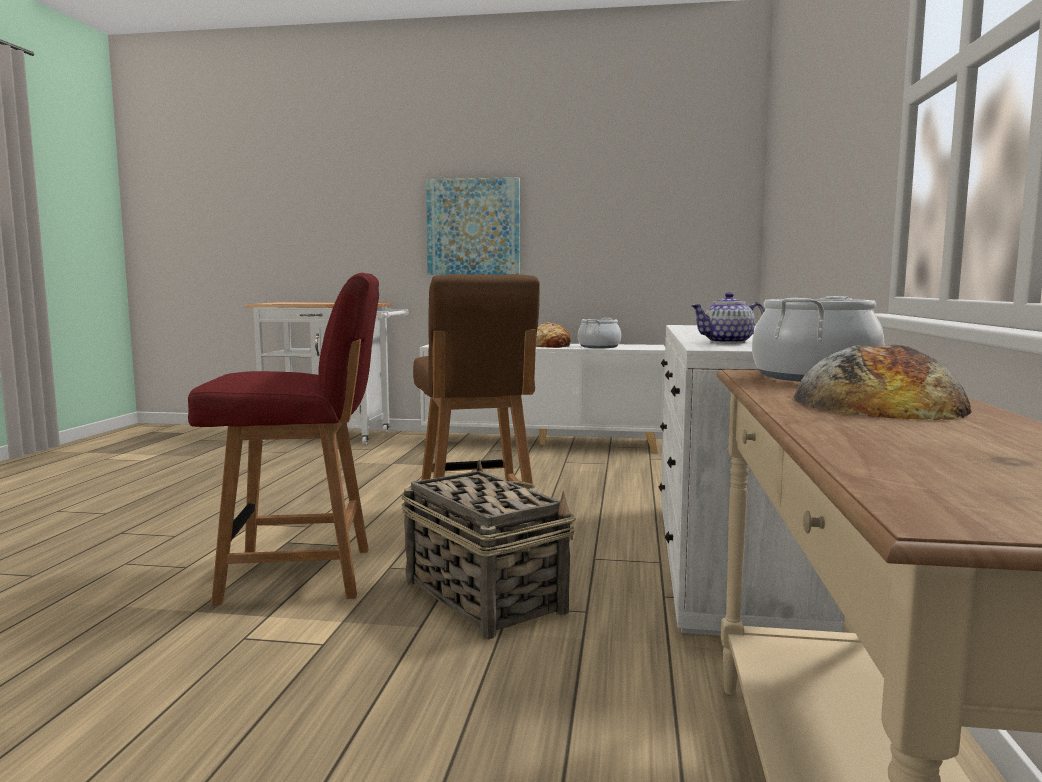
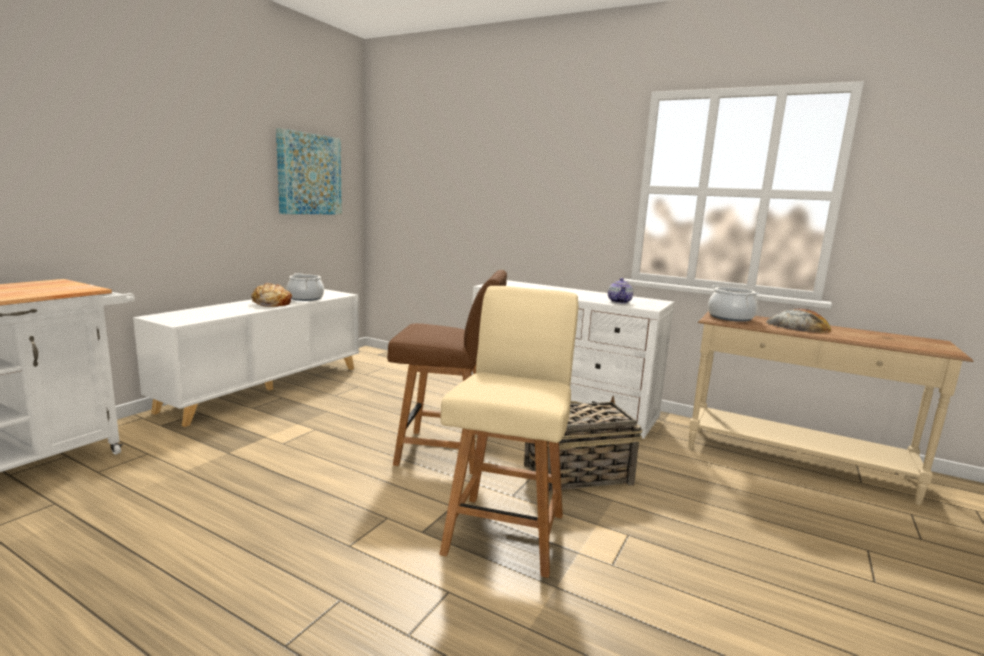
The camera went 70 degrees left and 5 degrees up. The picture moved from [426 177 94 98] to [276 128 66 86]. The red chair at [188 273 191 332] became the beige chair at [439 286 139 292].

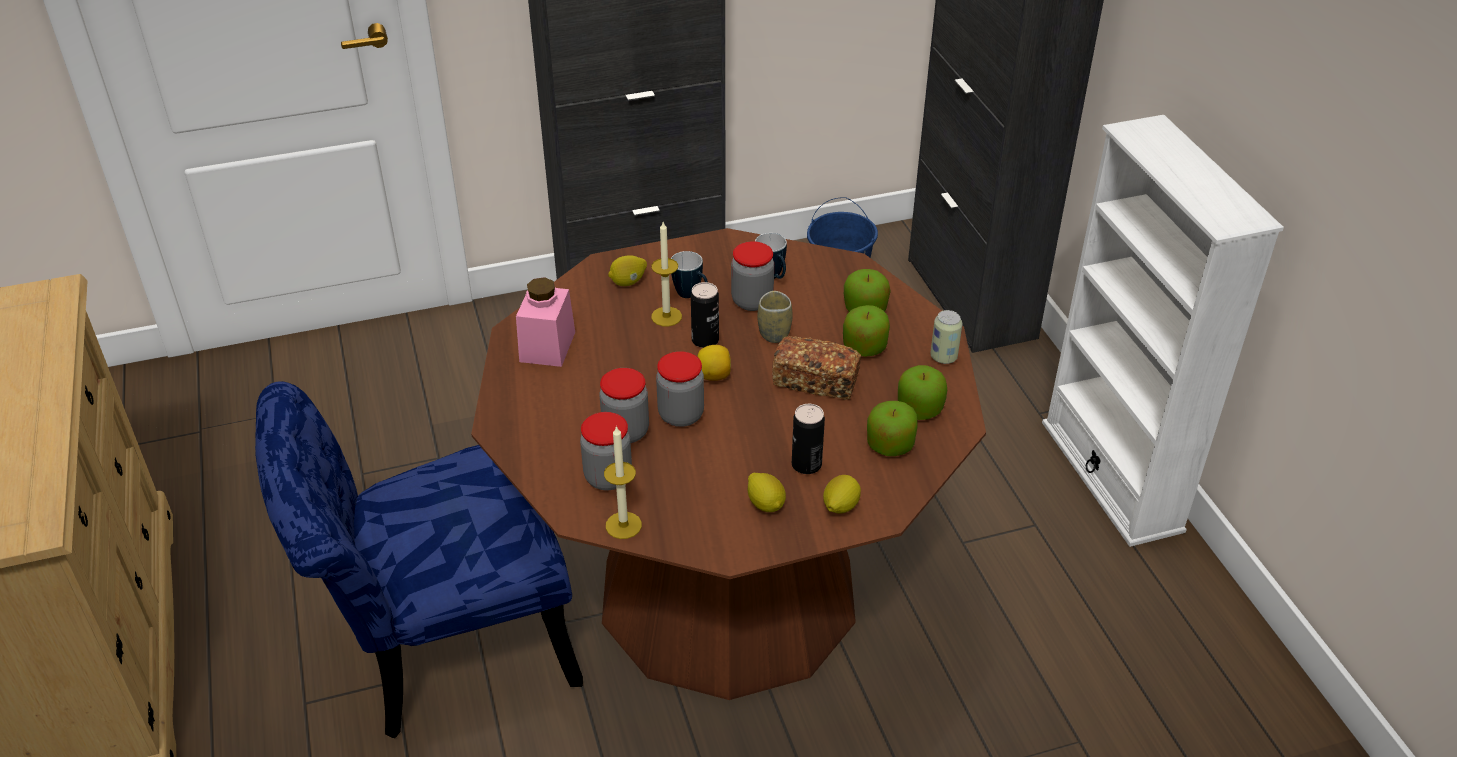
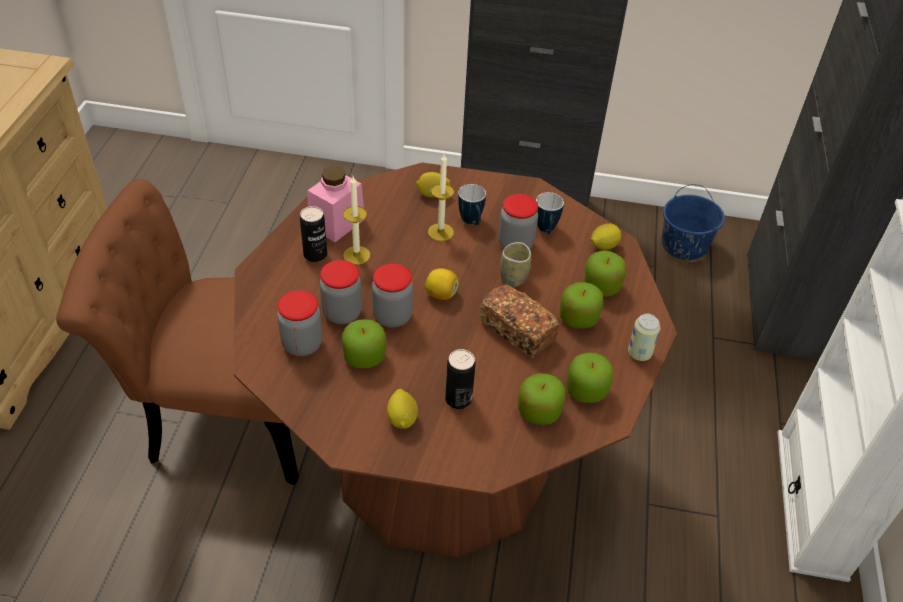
The camera went 25 degrees right and 5 degrees up. The apple at [342 319 44 49] appeared. The candle moved from [604 426 38 113] to [343 176 27 89]. The can moved from [691 282 28 66] to [300 206 27 56]. The lemon moved from [823 475 38 39] to [590 223 31 27]. The blue chair at [255 381 328 357] became the brown chair at [56 179 243 306].

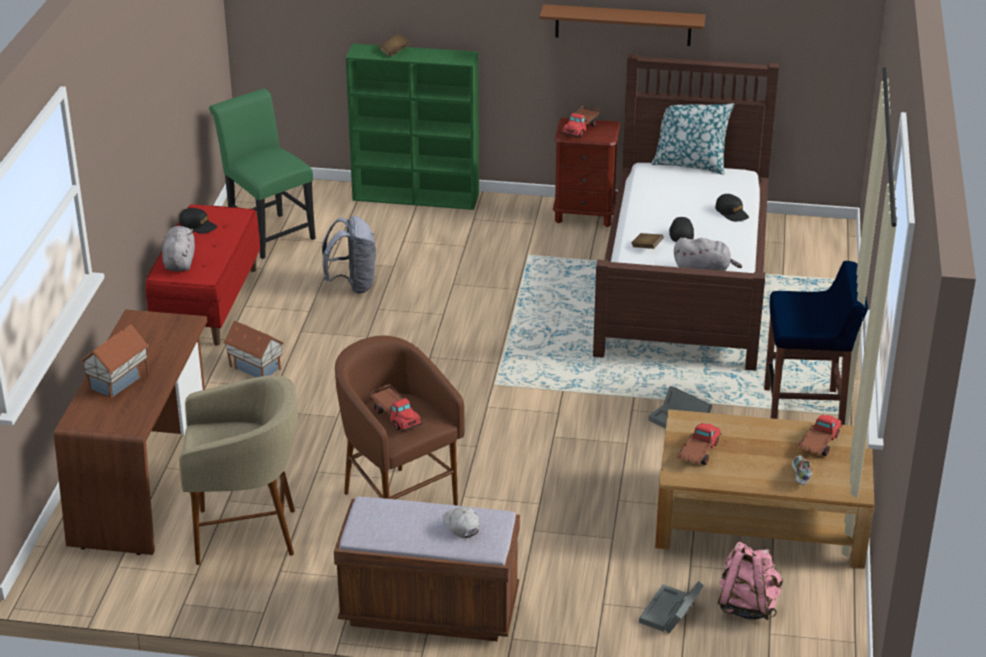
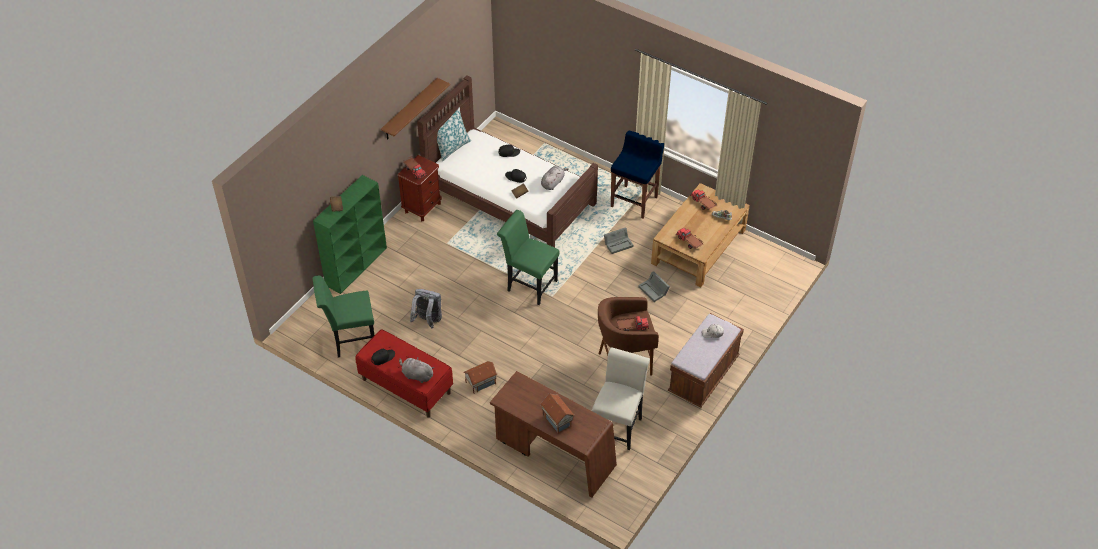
The camera went 65 degrees left and 15 degrees up. The pink backpack at [718 542 65 78] disappeared. The green chair at [497 210 62 95] appeared. The grey storage box moved from [639 581 65 52] to [638 271 32 31]. The beige stool at [179 375 119 190] was replaced by the white chair at [592 347 58 103].

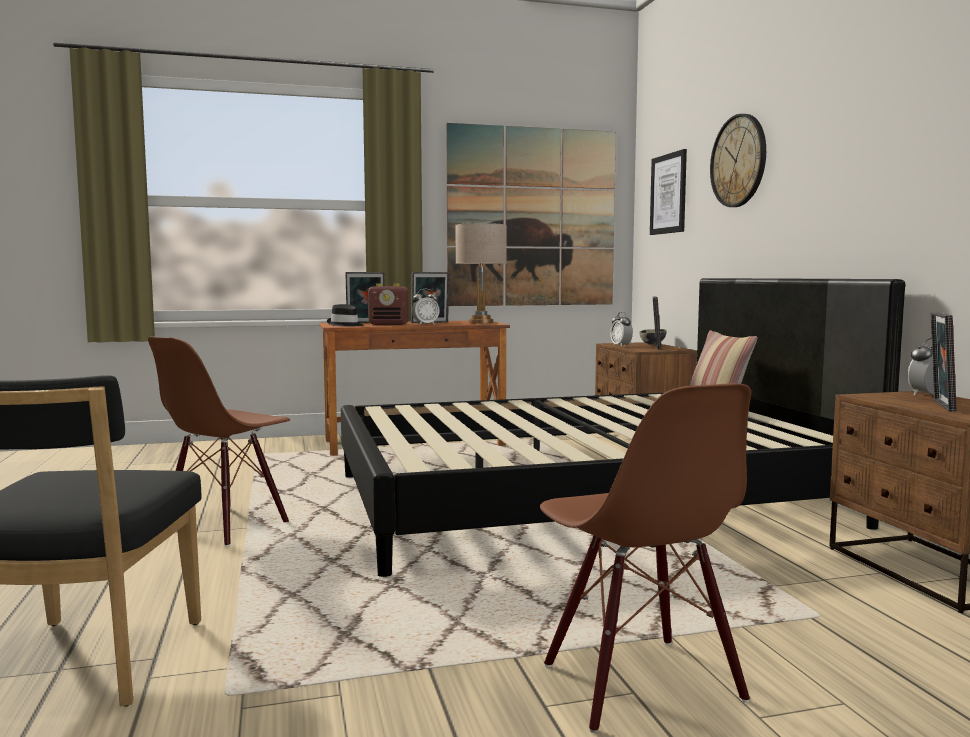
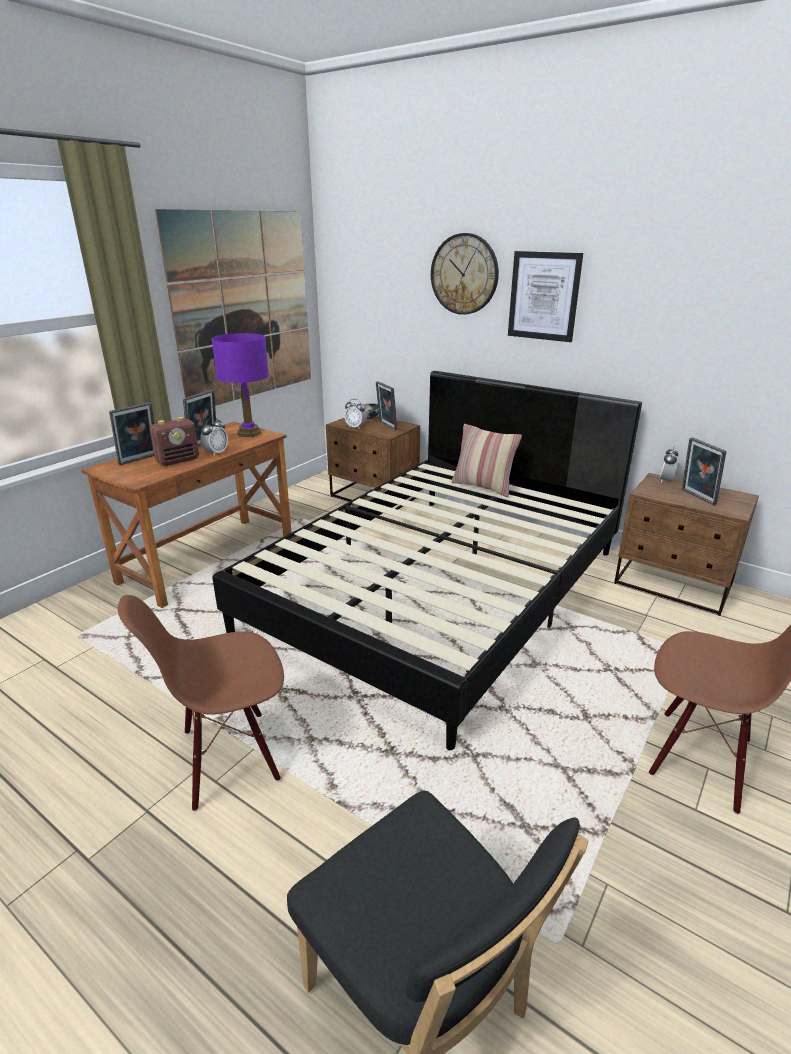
The camera went 40 degrees left and 20 degrees up. The black hat at [327 304 36 22] disappeared. The picture moved from [650 149 37 86] to [508 251 75 91]. The beige table lamp at [455 223 52 101] became the purple table lamp at [212 333 57 104]. The brown chair at [148 337 142 210] turned 75 degrees clockwise.

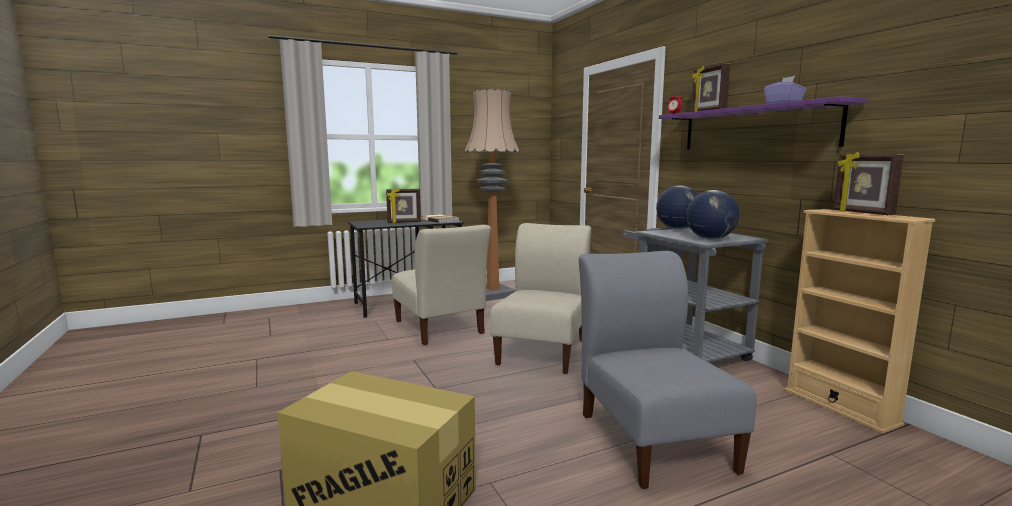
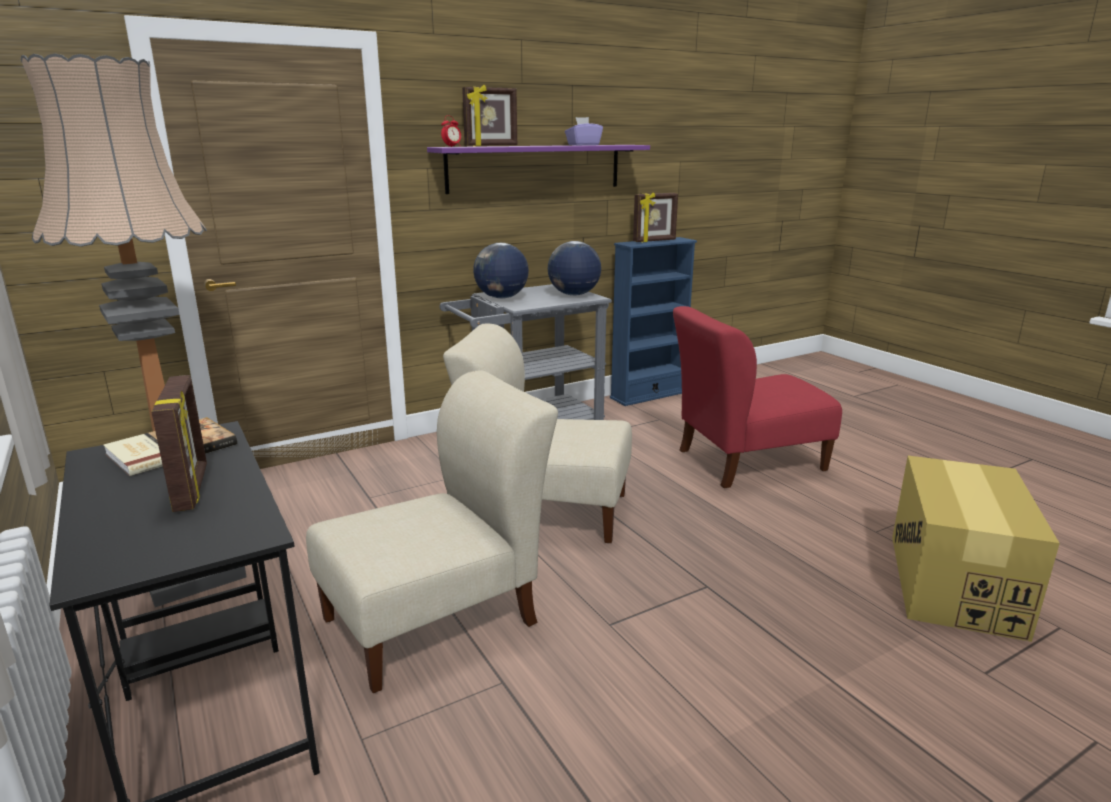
The camera went 95 degrees left and 10 degrees up. The grey chair at [579 251 178 238] became the red chair at [673 306 169 182]. The beige bookcase at [785 209 151 225] became the blue bookcase at [610 237 87 169].

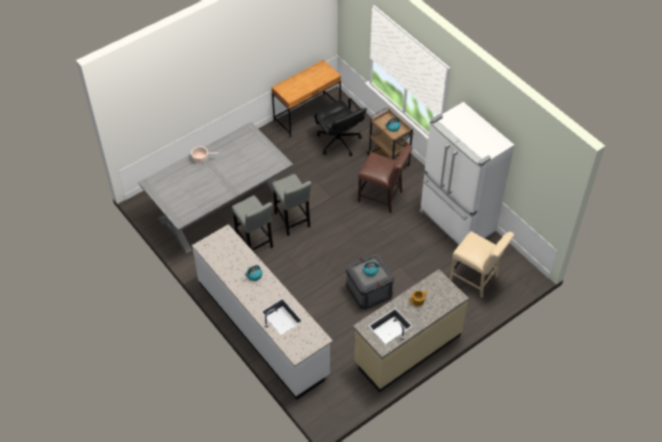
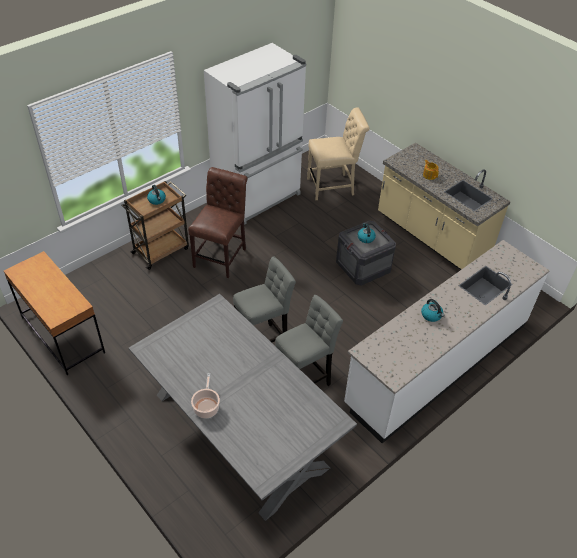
The camera went 95 degrees left and 5 degrees down. The black office chair at [311 98 56 58] disappeared. The beige chair at [449 231 65 67] turned 45 degrees clockwise.

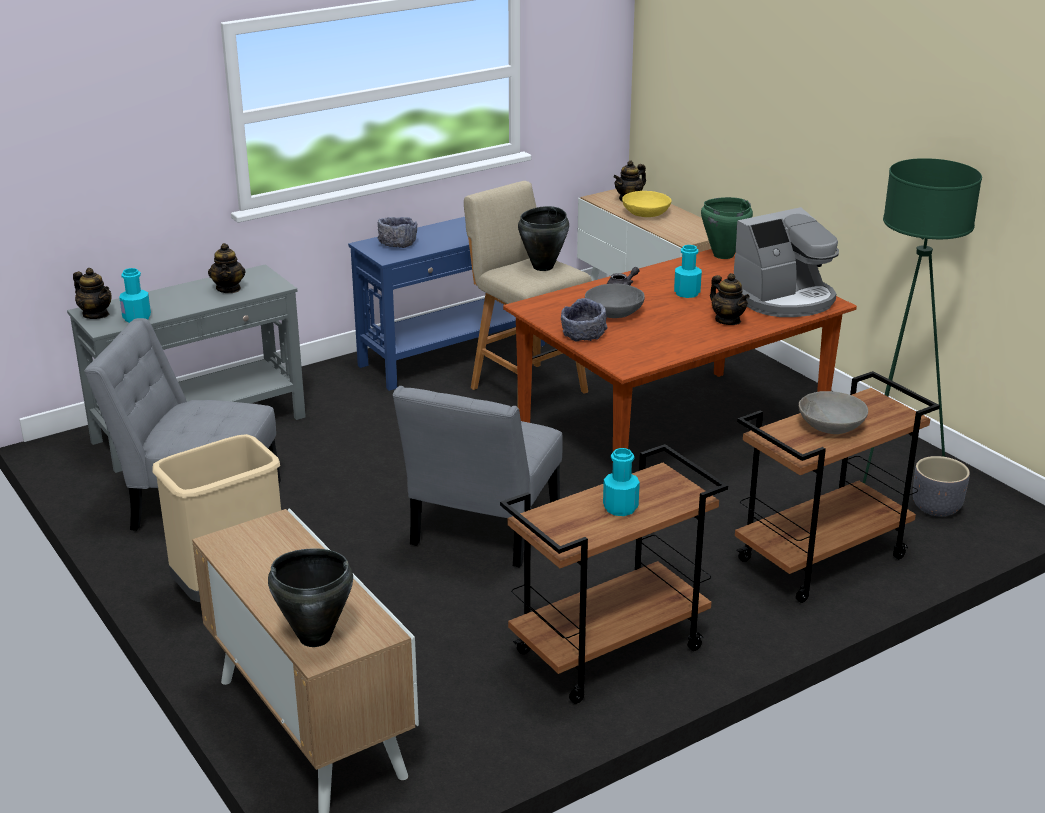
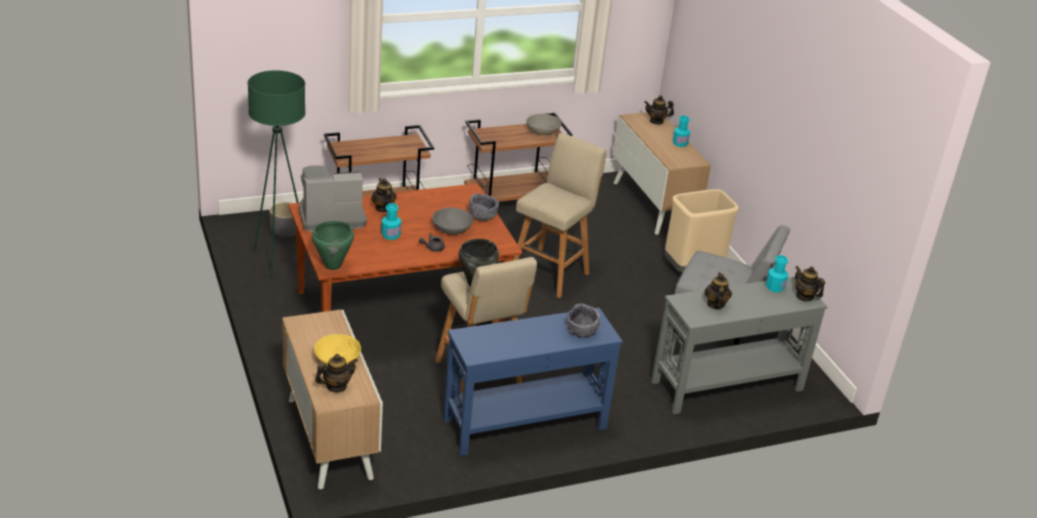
The camera went 170 degrees left and 5 degrees up. The turquoise bottle moved from [603 448 37 68] to [673 116 17 31]. The grey bowl moved from [799 391 69 43] to [526 114 35 21]. The black cooking pot at [268 548 85 99] was replaced by the teapot at [644 96 30 29]. The grey chair at [393 386 170 182] was replaced by the beige stool at [513 133 94 165].

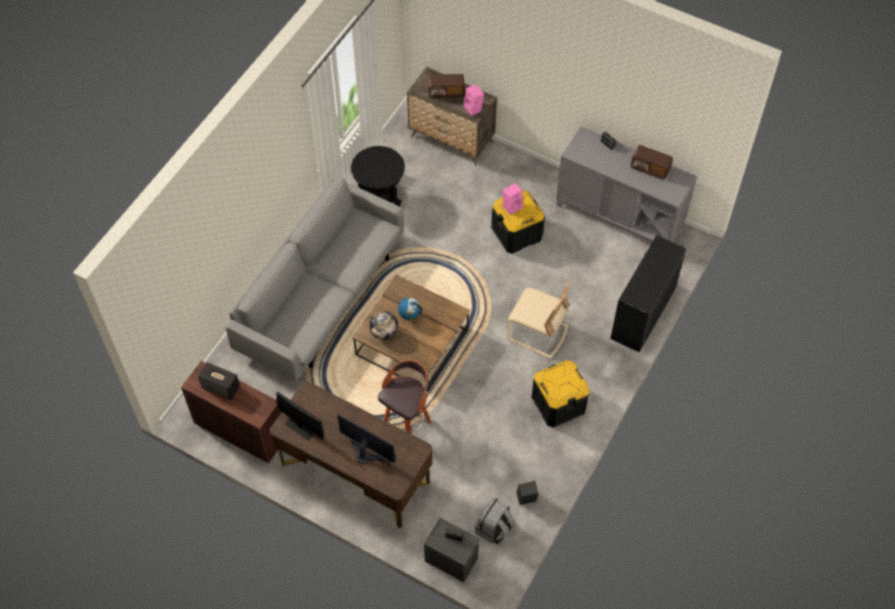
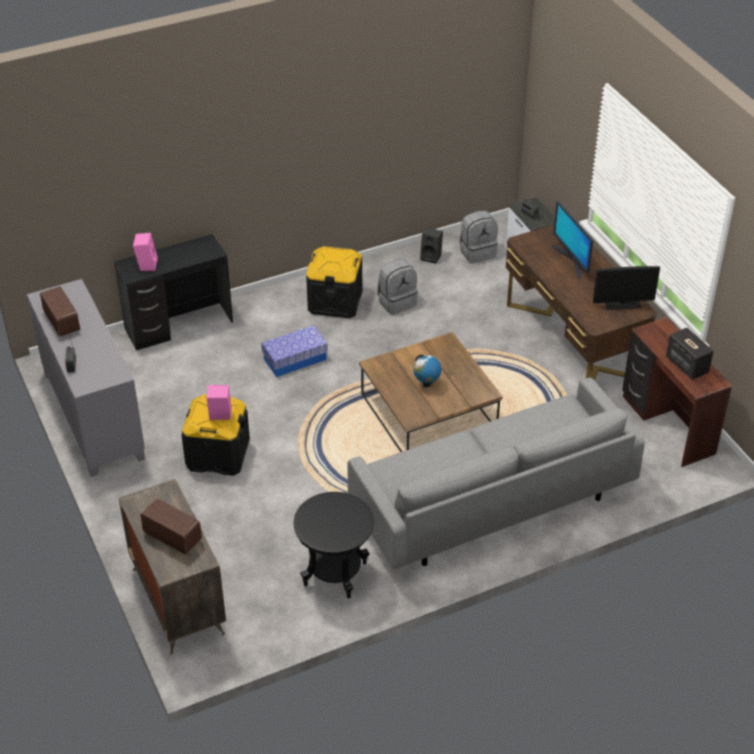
The camera went 145 degrees left and 15 degrees down. The globe at [369 311 29 29] disappeared. The stool at [378 360 53 74] disappeared. The grey backpack at [377 259 41 56] appeared. The pink speaker moved from [463 84 21 32] to [133 233 25 38]. The beige chair at [508 279 64 79] was replaced by the storage box at [261 325 67 52]. The monitor at [276 392 48 49] turned 75 degrees counterclockwise.

